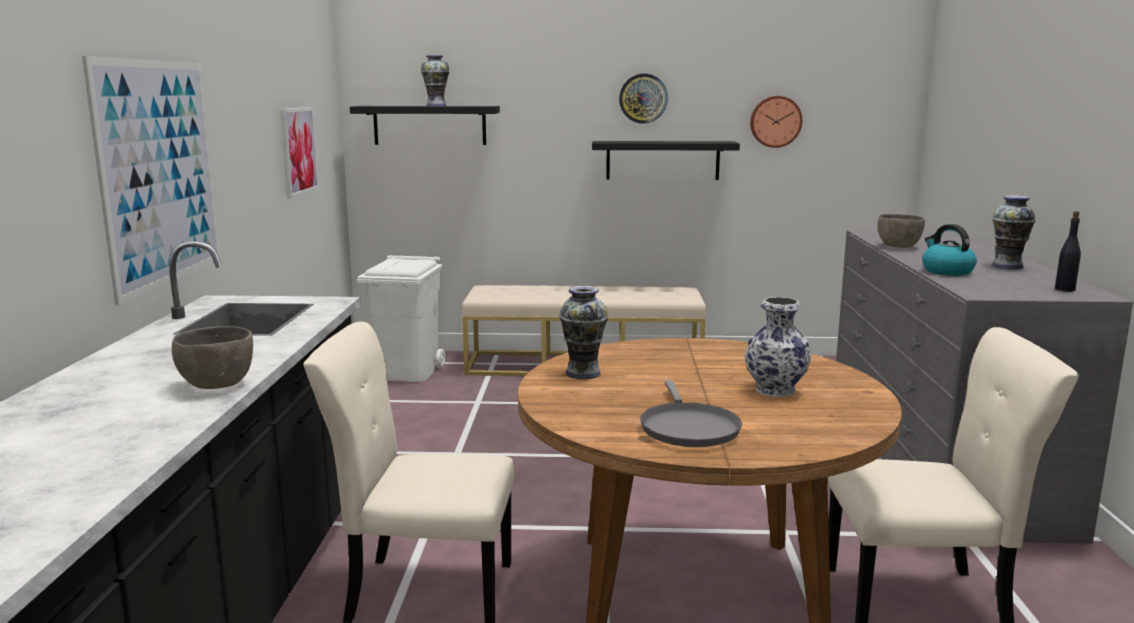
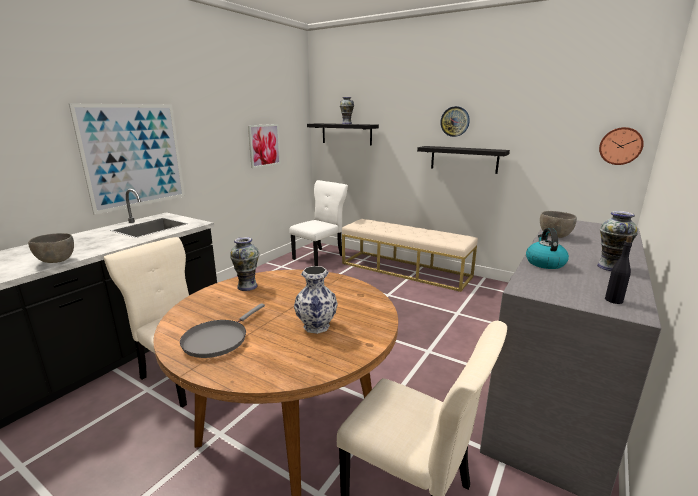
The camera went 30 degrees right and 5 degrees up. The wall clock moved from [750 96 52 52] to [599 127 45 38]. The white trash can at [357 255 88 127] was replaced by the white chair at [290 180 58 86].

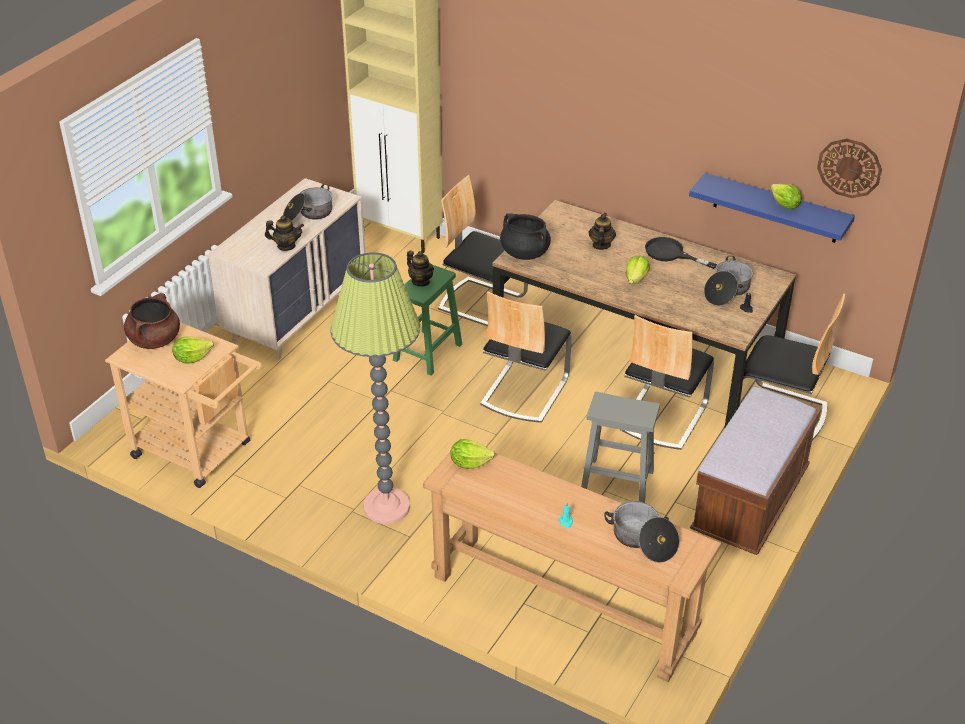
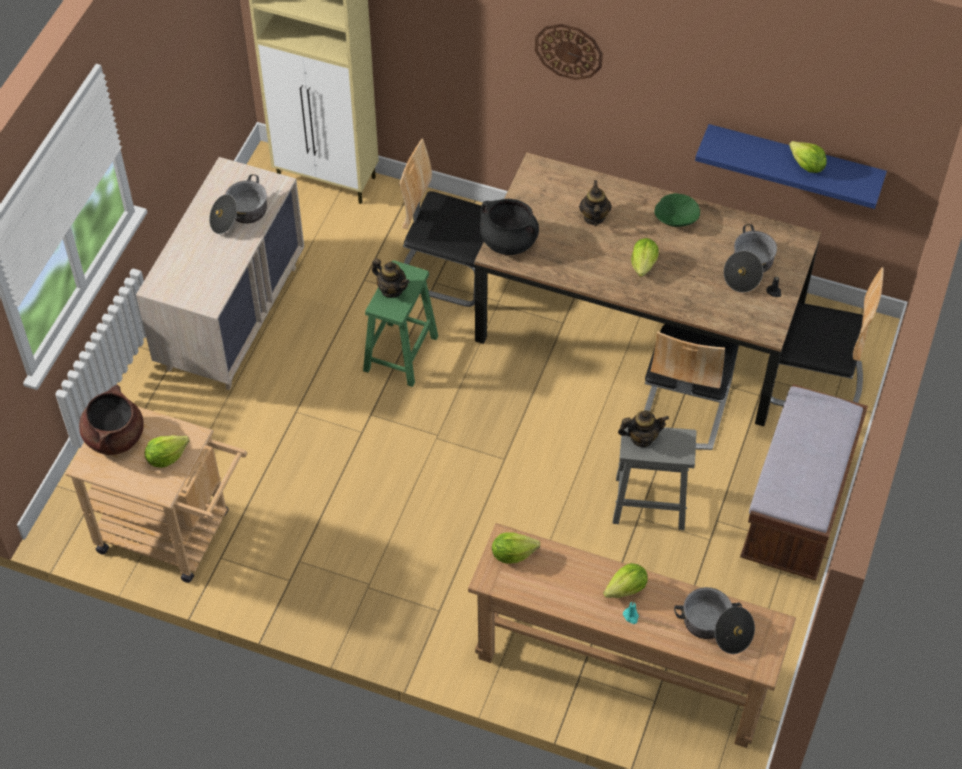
The camera went 10 degrees left and 15 degrees up. The floor lamp at [330 252 90 272] disappeared. The chair at [480 291 92 132] disappeared. The lettuce at [603 563 45 35] appeared. The teapot moved from [265 215 39 36] to [618 410 51 37]. The wall clock moved from [817 138 65 60] to [535 24 68 56]. The black frying pan at [645 237 72 32] was replaced by the green bowl at [654 193 46 34].

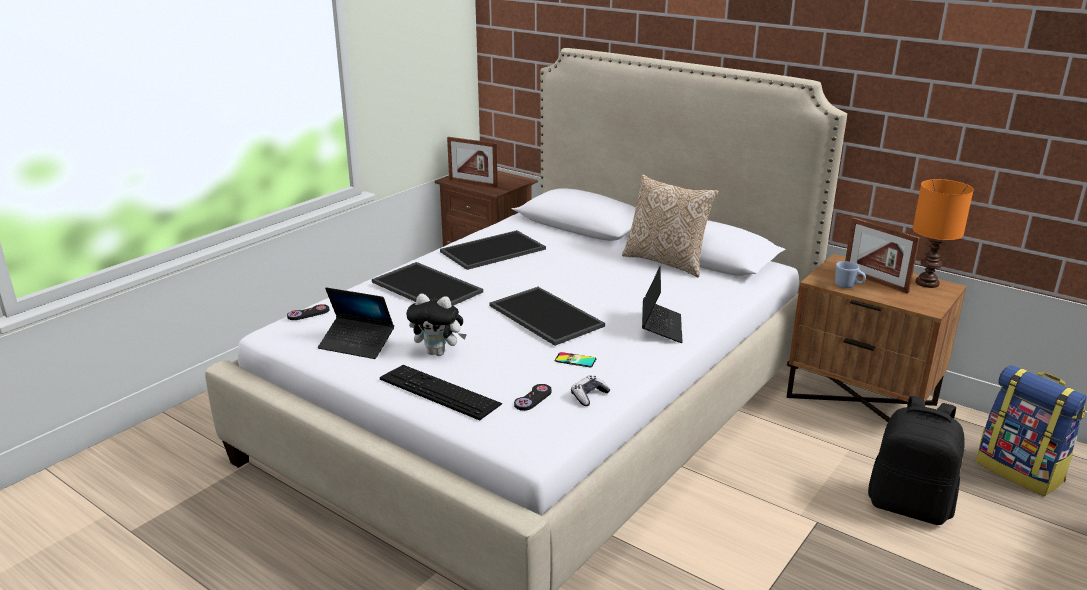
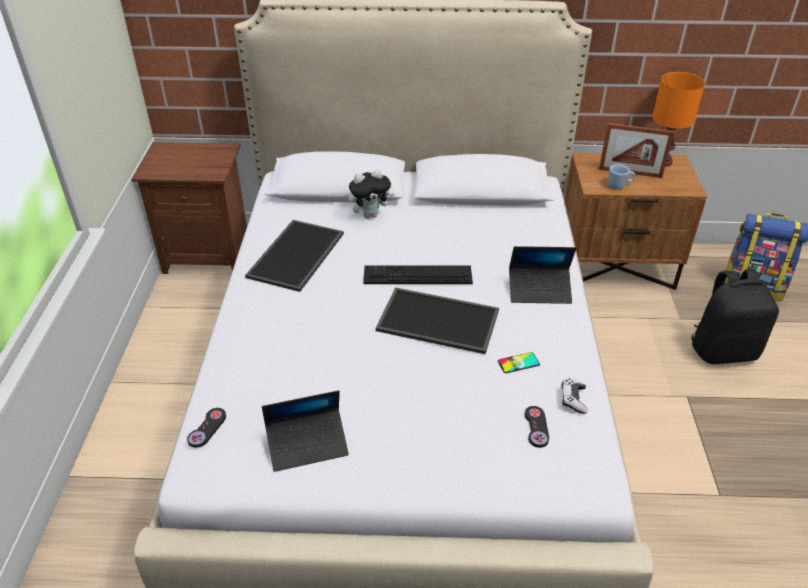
The camera went 35 degrees left and 15 degrees up. The tray at [372 262 111 44] disappeared. The picture frame at [447 137 51 51] disappeared. The pillow at [622 174 97 103] disappeared. The keyboard moved from [380 365 122 55] to [363 265 110 19]. The plush toy moved from [406 294 61 62] to [349 169 46 50]. The laptop at [642 266 41 77] turned 120 degrees clockwise.

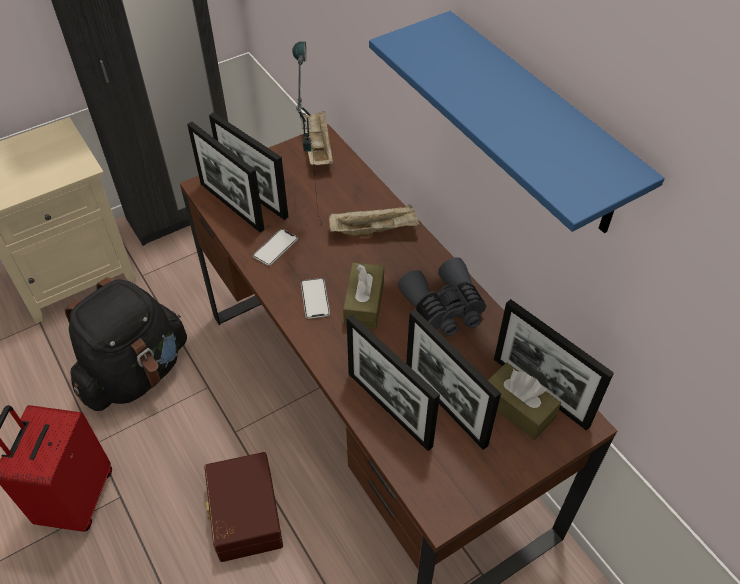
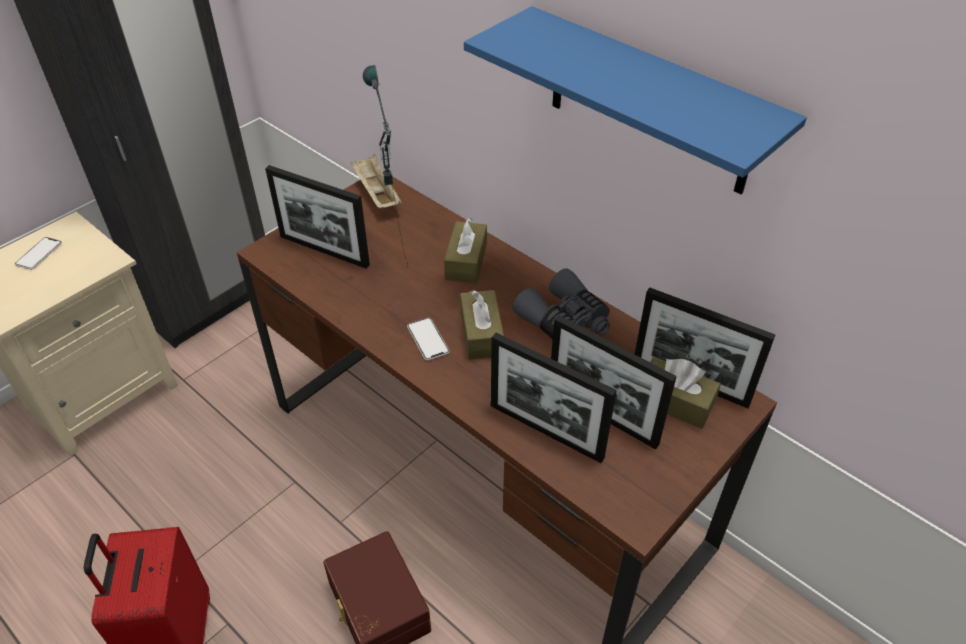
The camera went 15 degrees left and 5 degrees down. The black backpack at [65 277 122 134] disappeared. The picture frame at [187 122 78 110] disappeared. The phone moved from [253 229 45 37] to [15 237 47 33]. The beige tray at [329 204 91 33] was replaced by the brown tissue box at [444 218 43 66].

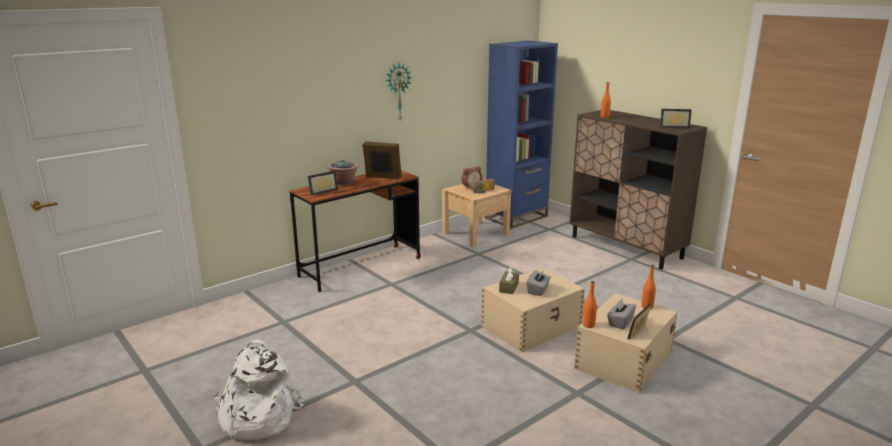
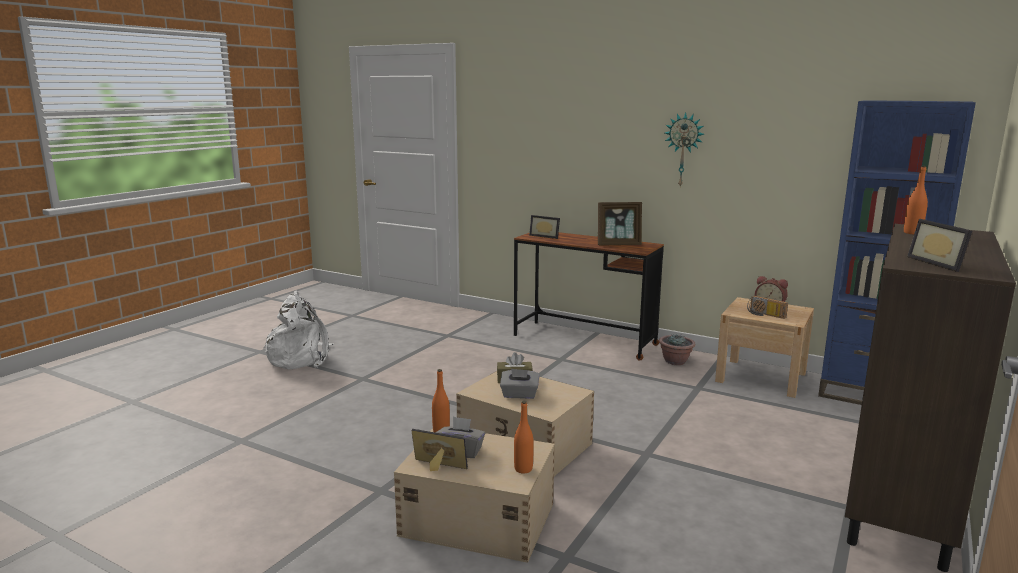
The camera went 70 degrees right and 5 degrees down. The potted plant moved from [328 159 30 27] to [659 334 36 31]. The picture frame at [362 141 40 39] turned 90 degrees clockwise.

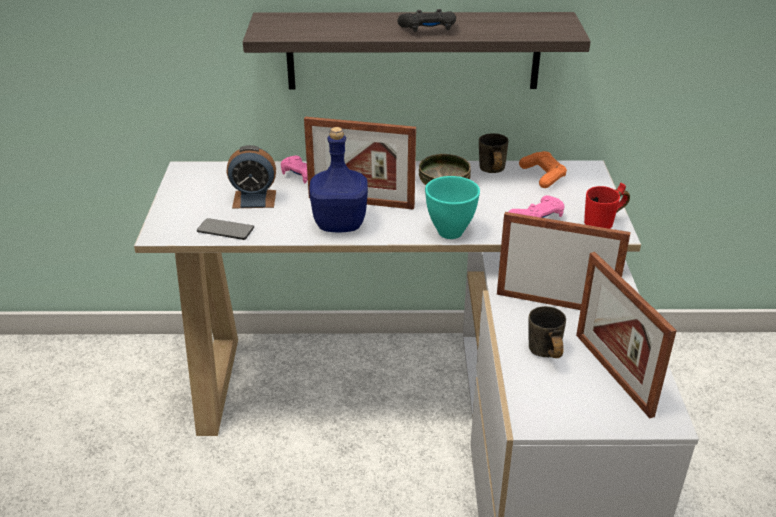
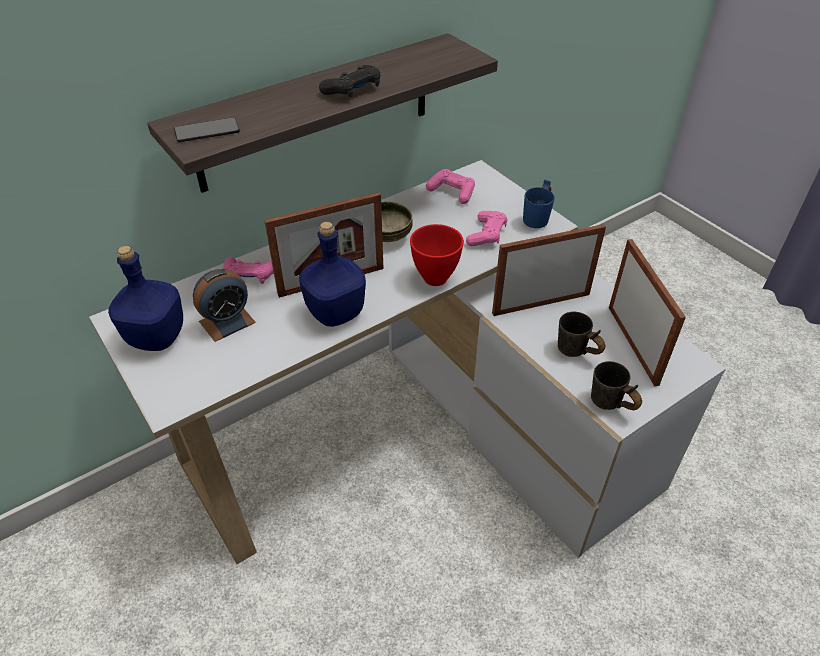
The camera went 35 degrees left and 10 degrees up. The blue bottle at [108 246 75 105] appeared. The phone moved from [197 218 57 22] to [174 117 66 25]. The grey mug moved from [479 133 30 40] to [591 361 51 49]. The turquoise bowl at [425 176 55 63] became the red bowl at [410 224 54 62]. The orange game controller at [519 151 48 37] became the pink game controller at [426 169 49 35]. The red mug at [584 183 46 46] became the blue mug at [523 180 32 48]. The picture frame at [576 252 101 166] turned 135 degrees counterclockwise.

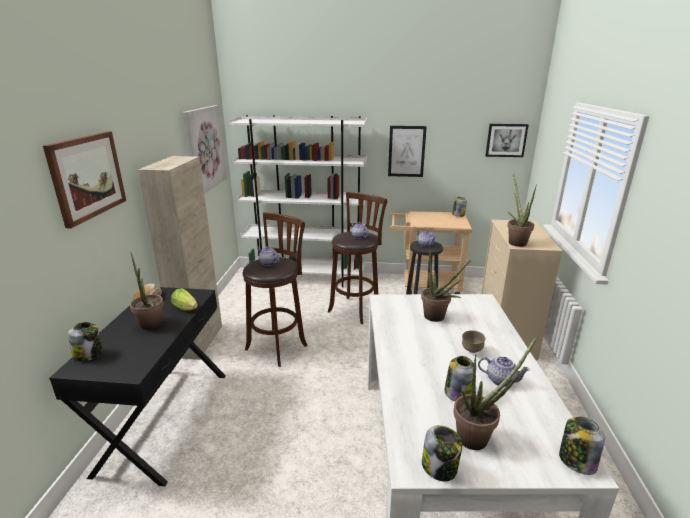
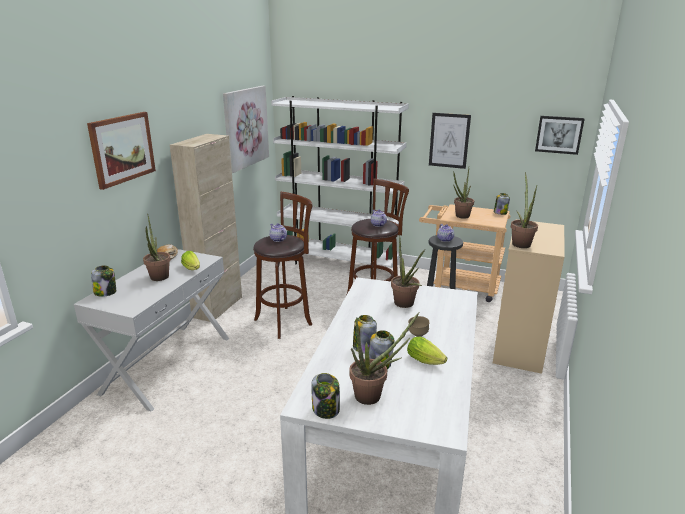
The camera went 15 degrees right and 0 degrees up. The potted plant at [453 168 21 51] appeared. The jar moved from [559 417 46 58] to [353 315 24 39]. The teapot at [478 356 52 31] was replaced by the lettuce at [407 337 40 28]. The black console table at [49 287 177 199] became the white console table at [74 249 155 163].

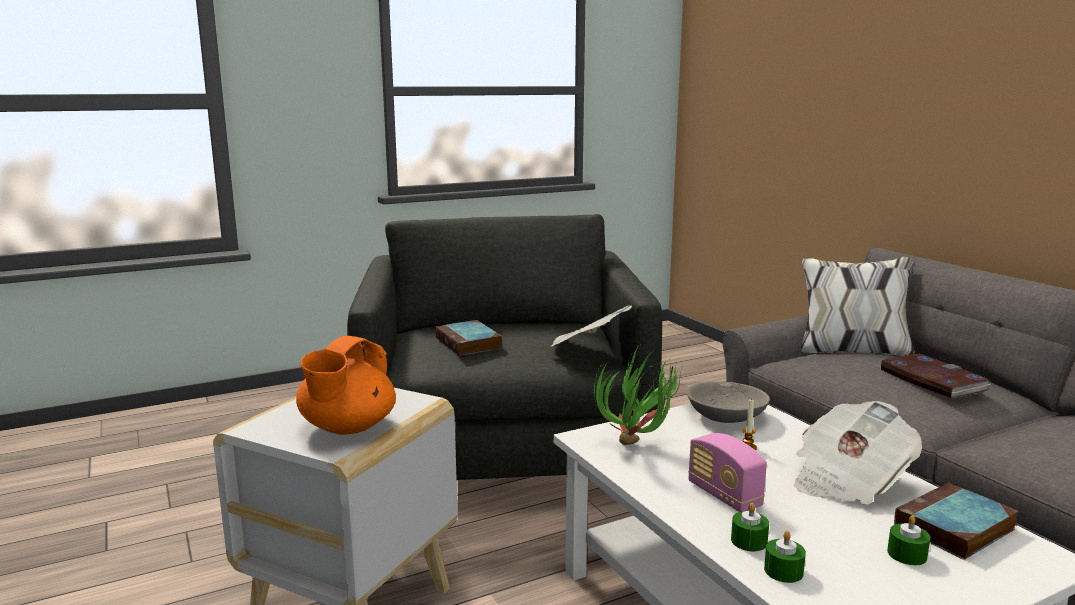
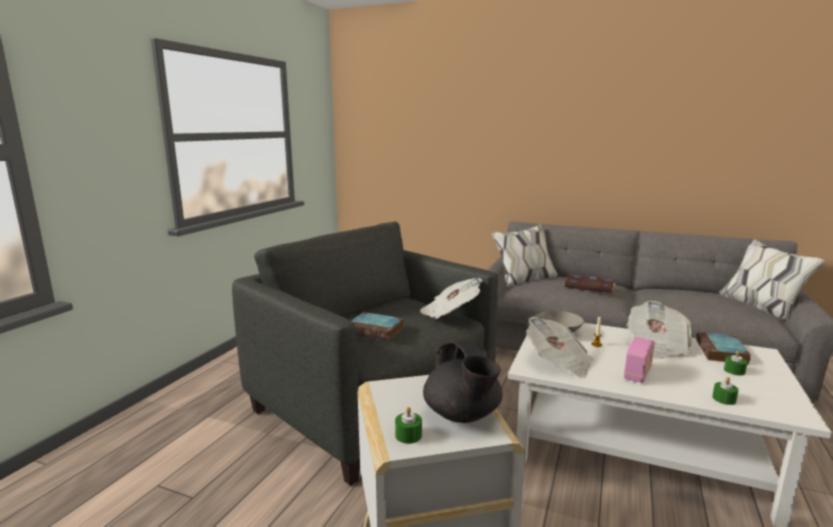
The camera went 40 degrees left and 0 degrees up. The green candle moved from [731 503 38 48] to [395 407 27 37]. The potted plant at [594 345 88 100] was replaced by the newspaper at [526 317 67 61]. The orange teapot at [296 336 100 99] became the black teapot at [423 341 80 82]. The radio at [688 433 79 79] turned 75 degrees counterclockwise.

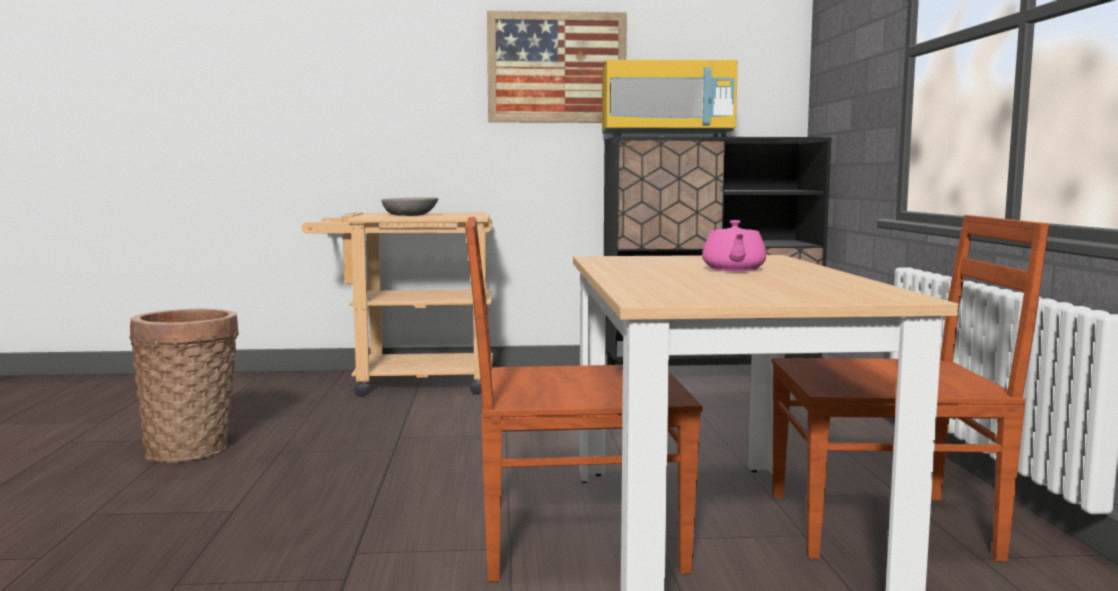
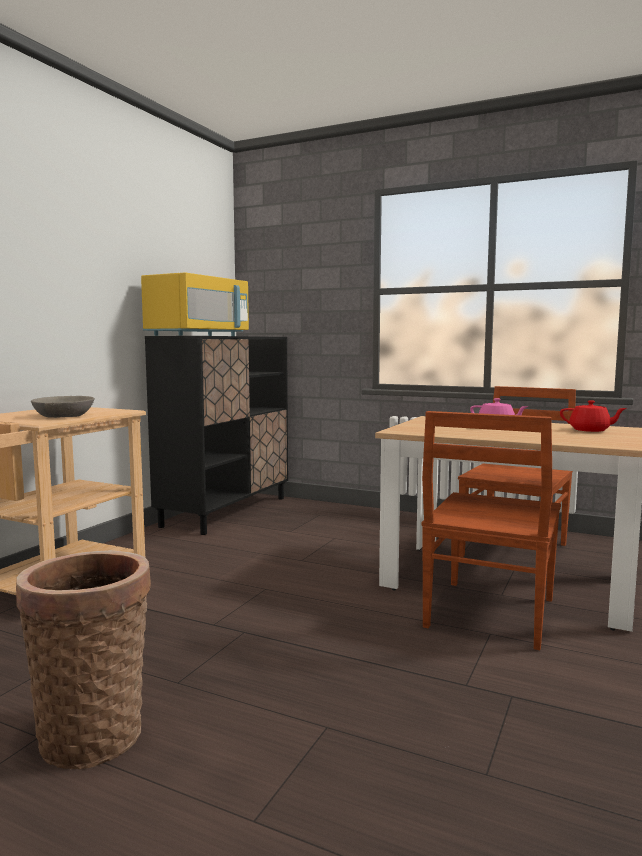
The camera went 60 degrees left and 0 degrees up. The picture at [487 11 140 112] disappeared. The red teapot at [560 400 67 32] appeared.

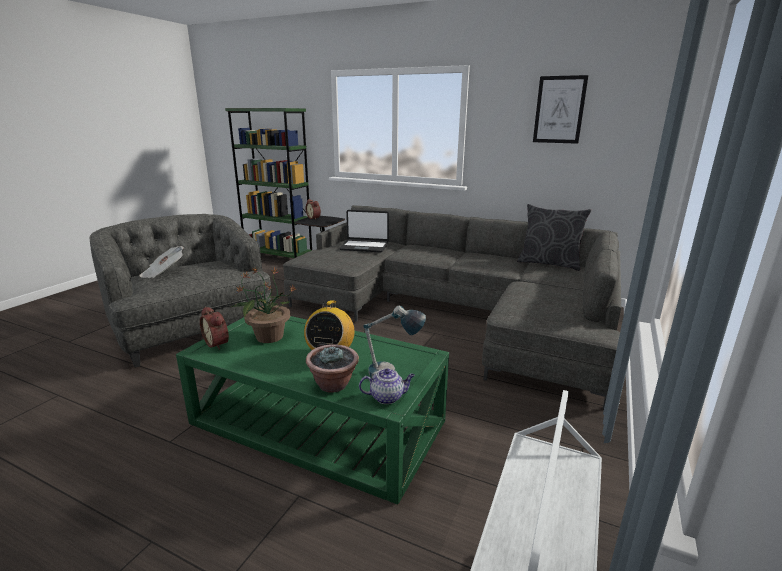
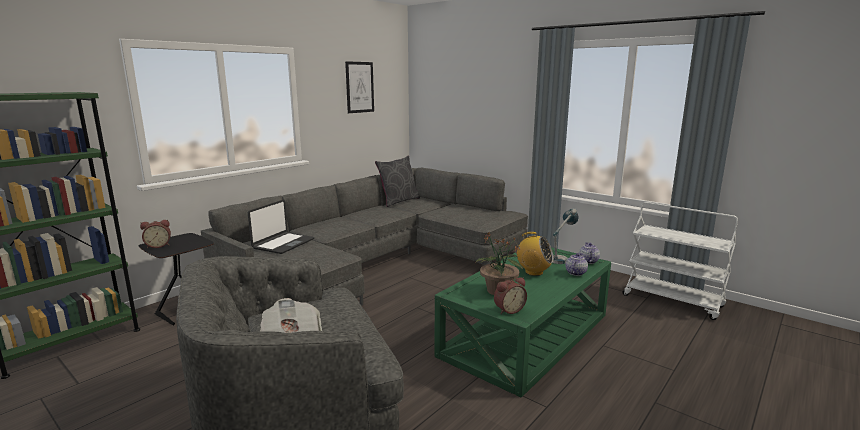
The camera went 75 degrees left and 5 degrees down. The potted plant at [306 344 53 49] was replaced by the teapot at [565 253 23 23].

